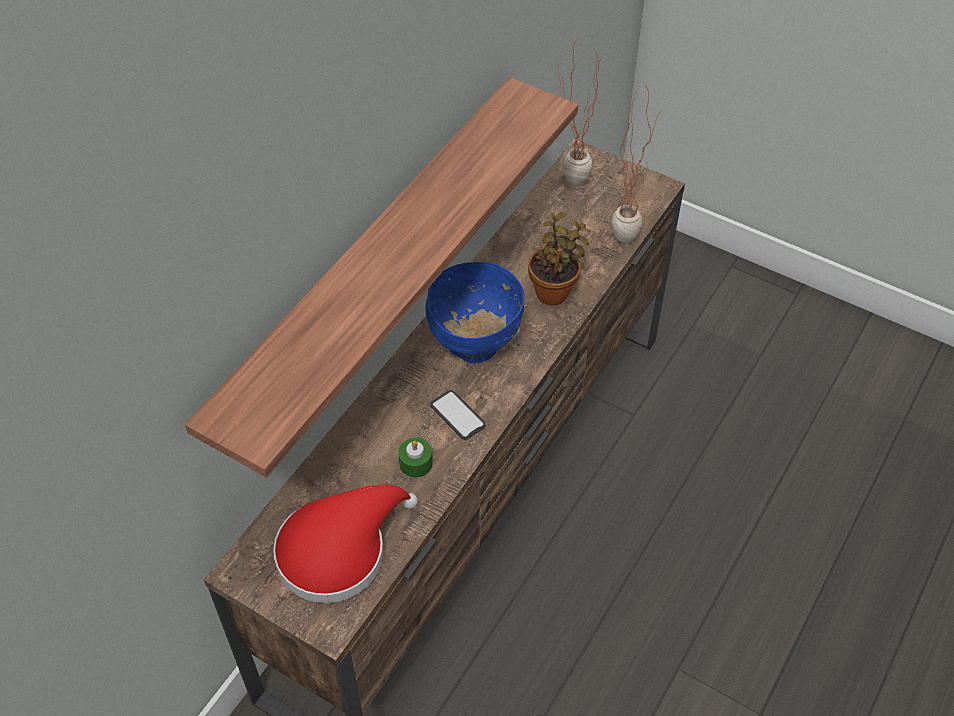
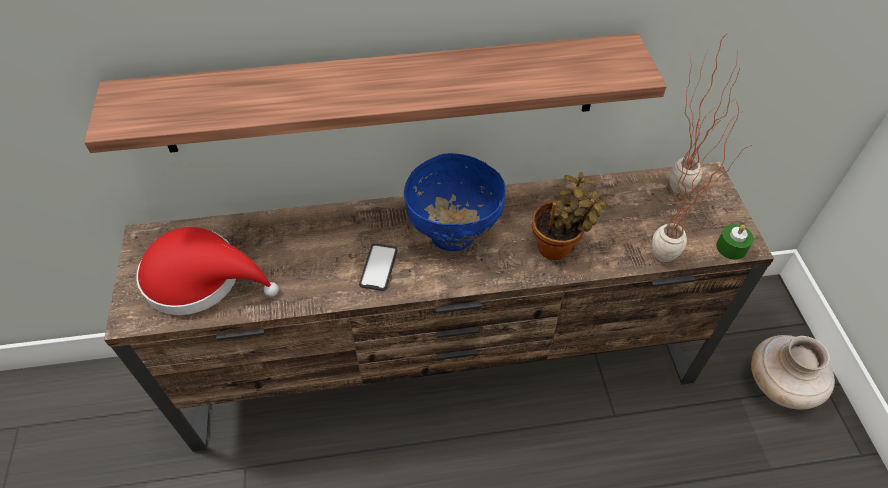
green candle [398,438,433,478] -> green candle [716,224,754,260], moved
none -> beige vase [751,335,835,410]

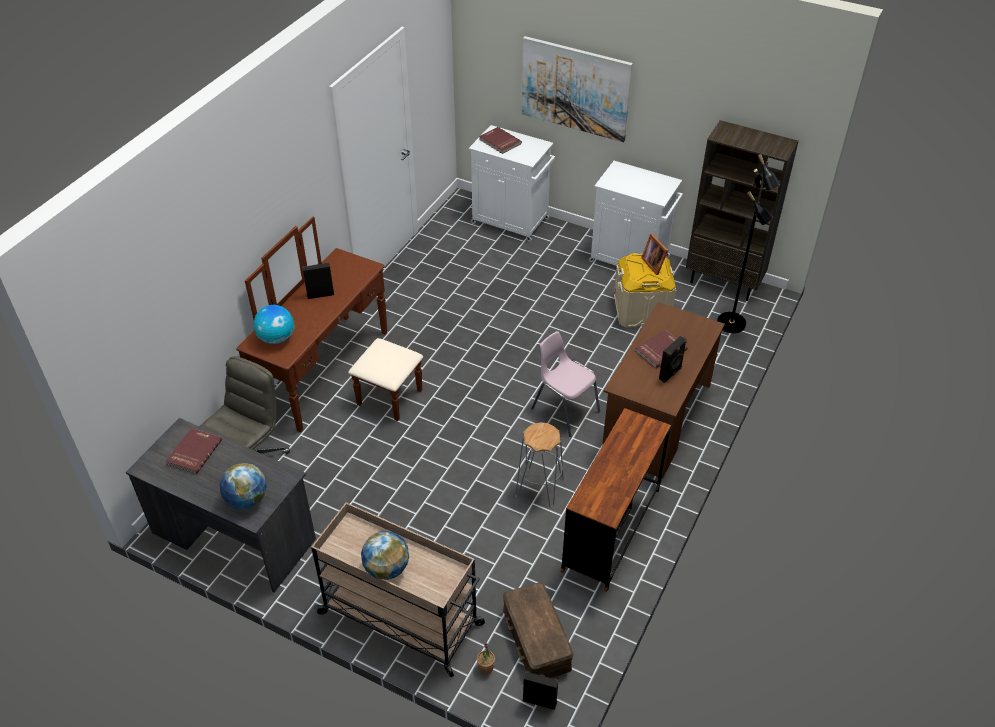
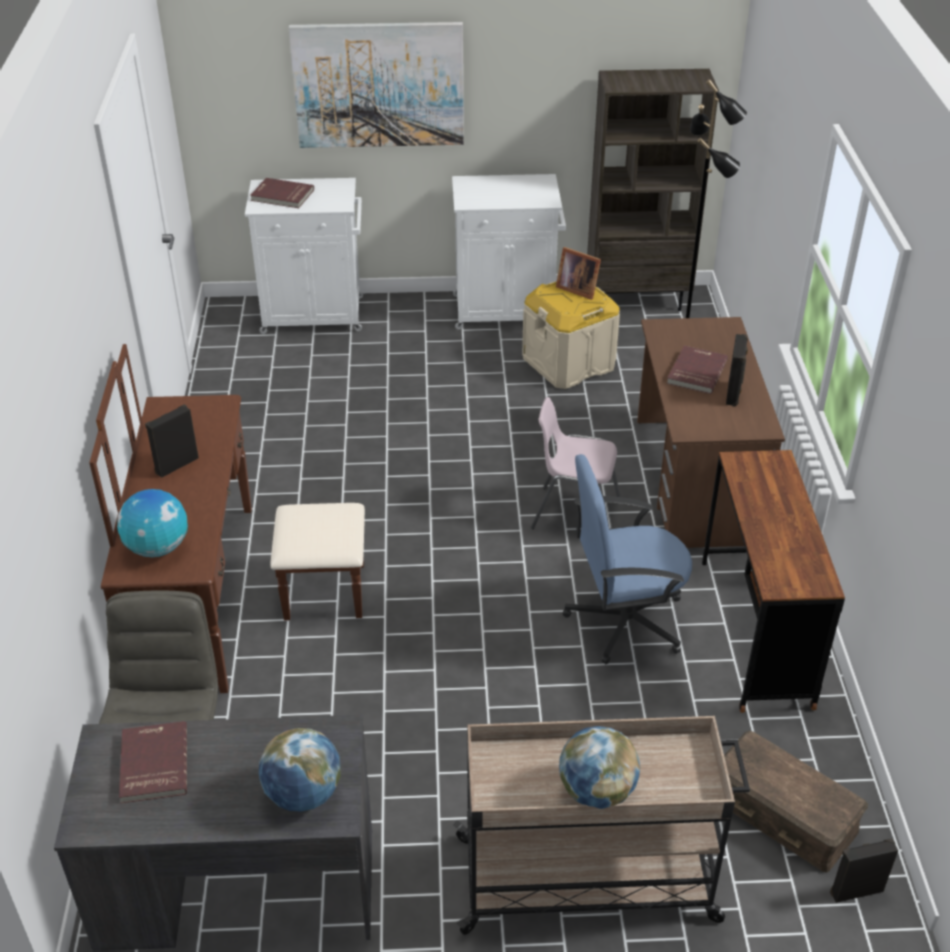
grey stool [515,422,564,507] -> blue office chair [562,454,692,664]
potted plant [477,643,495,674] -> none

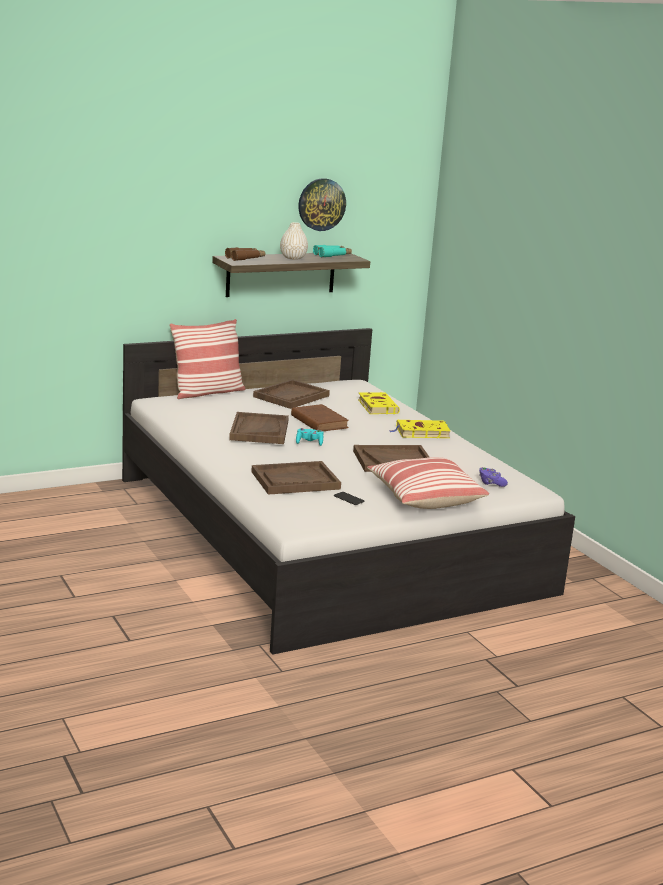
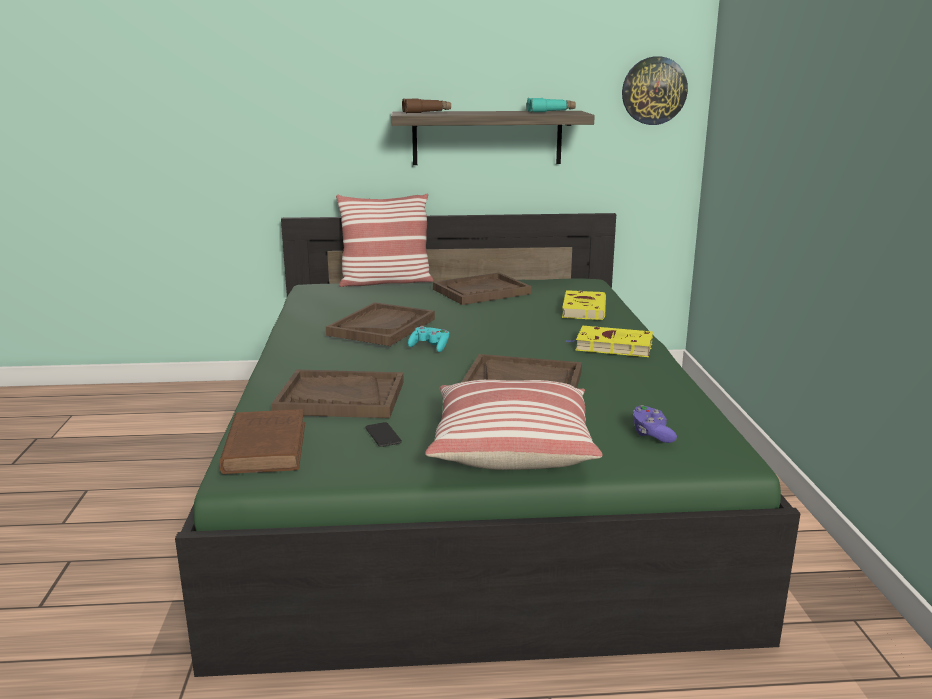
wall clock [298,178,346,231] -> wall clock [622,57,688,125], moved
white vase [280,222,308,260] -> none
white bed [122,328,575,655] -> green bed [175,213,801,677]
brown book [291,404,349,431] -> brown book [219,409,305,474], moved

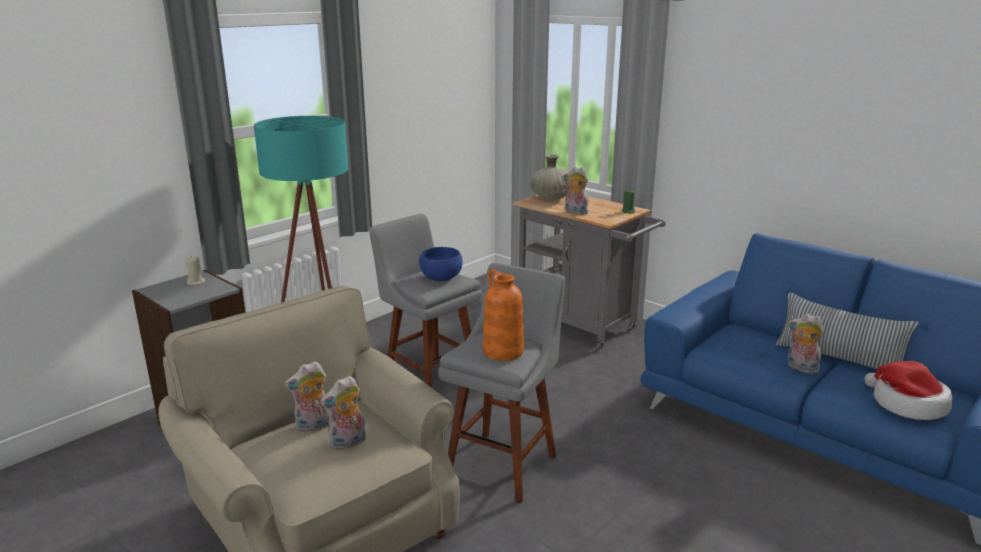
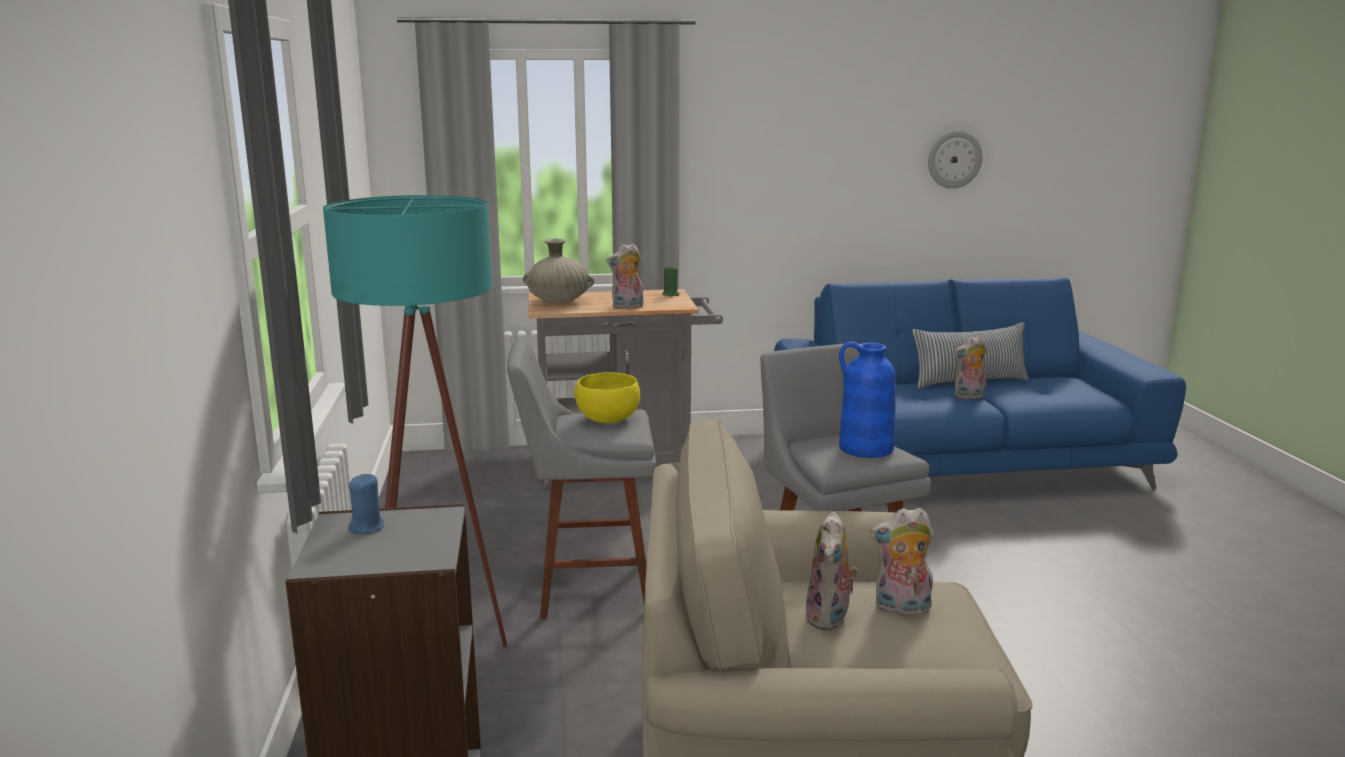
blue bowl [419,247,463,281] -> yellow bowl [575,372,640,423]
beige candle [185,256,205,285] -> blue candle [348,474,384,535]
orange vase [483,269,524,361] -> blue vase [839,342,896,458]
hat [865,361,952,420] -> none
plush toy [320,376,366,450] -> plush toy [870,508,934,616], 90 degrees clockwise
none -> wall clock [928,131,982,189]

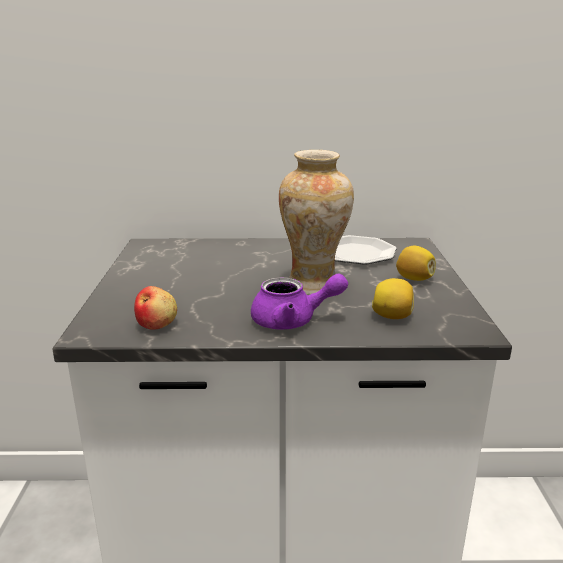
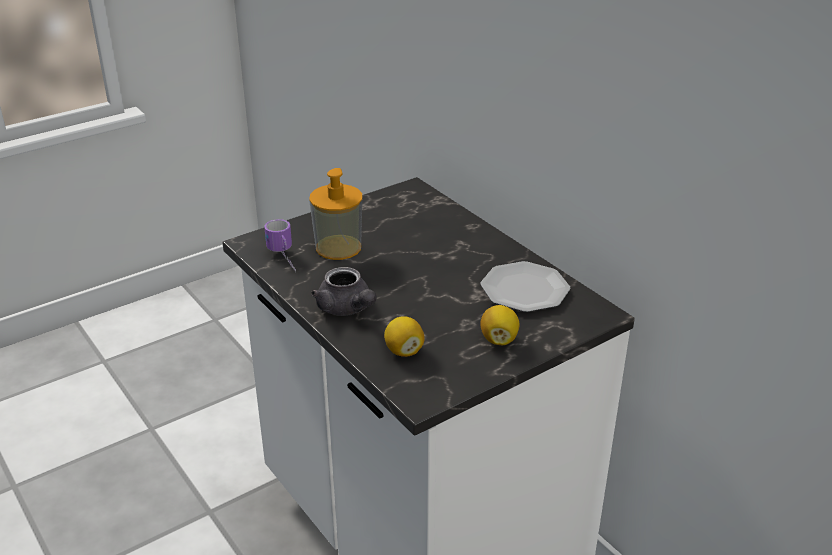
vase [279,150,354,295] -> none
purple teapot [251,274,348,330] -> grey teapot [311,267,376,316]
apple [134,286,177,330] -> mug [264,219,296,272]
none -> soap dispenser [309,168,362,260]

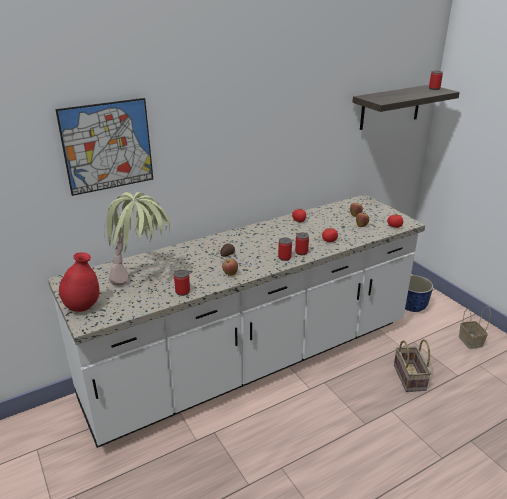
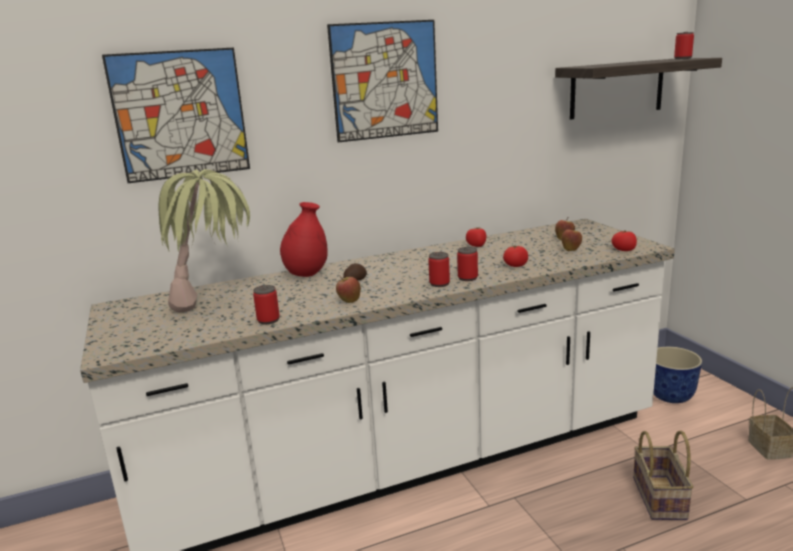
red vase [59,252,100,312] -> red vase [280,202,328,277], moved
none -> picture [327,20,438,142]

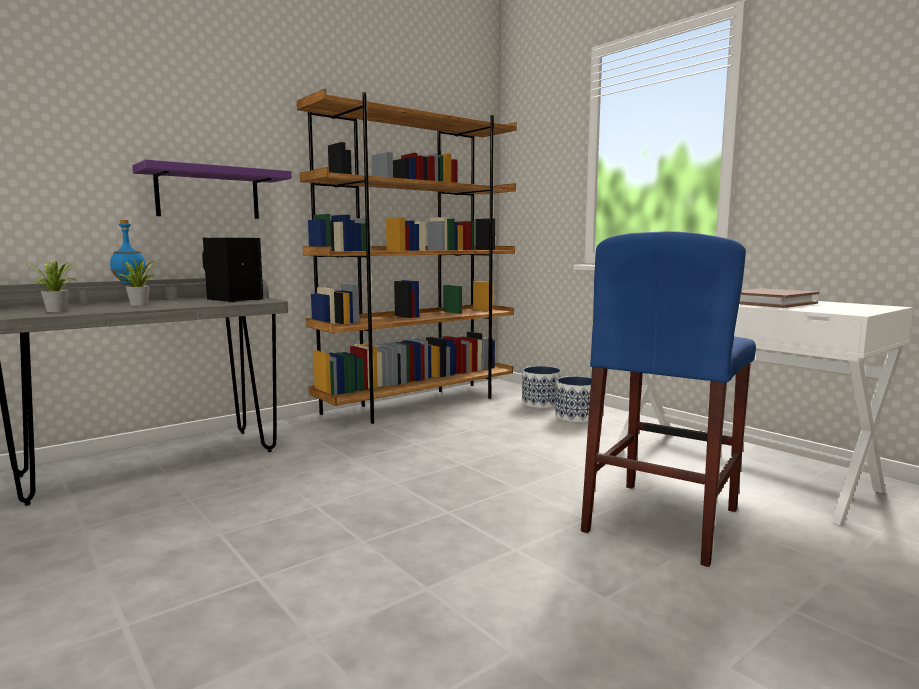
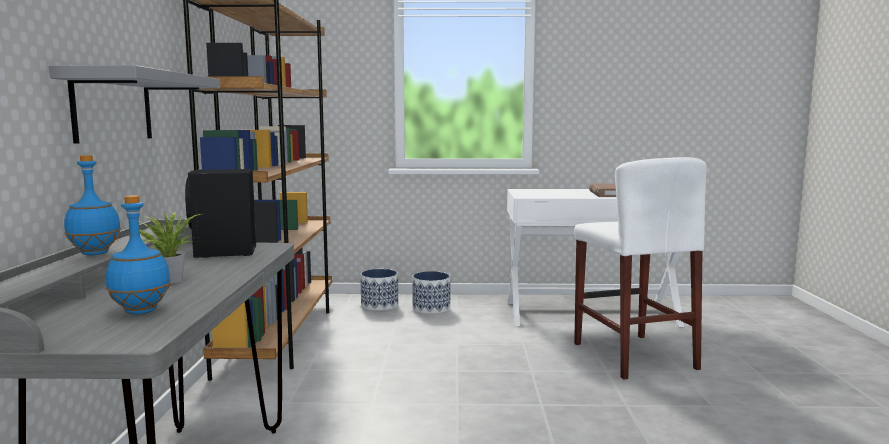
purple shelf [132,159,292,219] -> grey shelf [49,65,220,144]
blue stool [581,231,756,567] -> white stool [574,157,707,380]
potted plant [27,259,78,312] -> blue bottle [106,195,171,314]

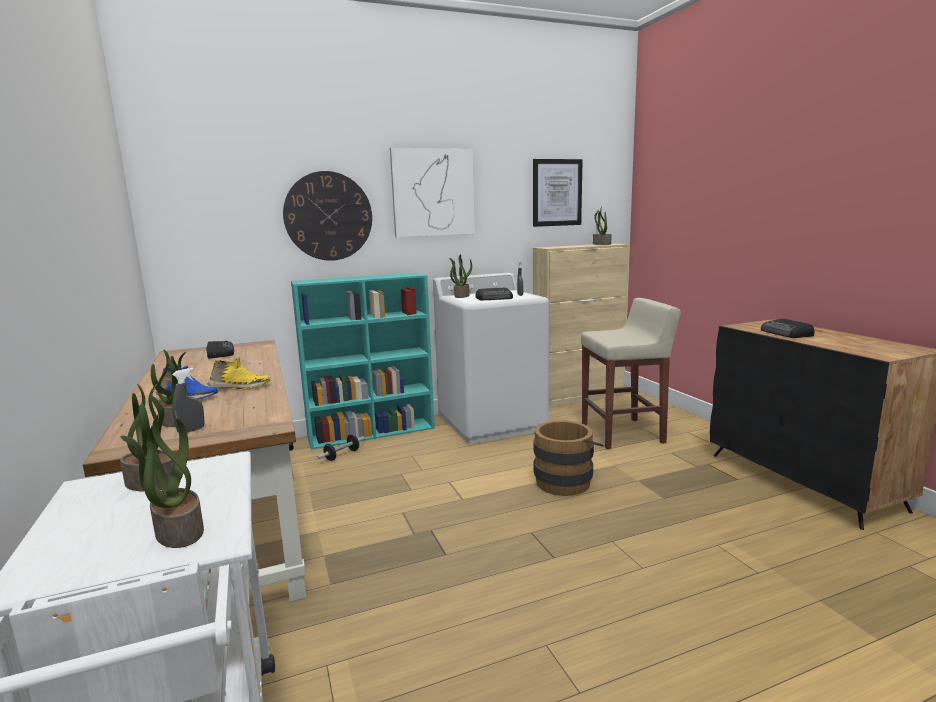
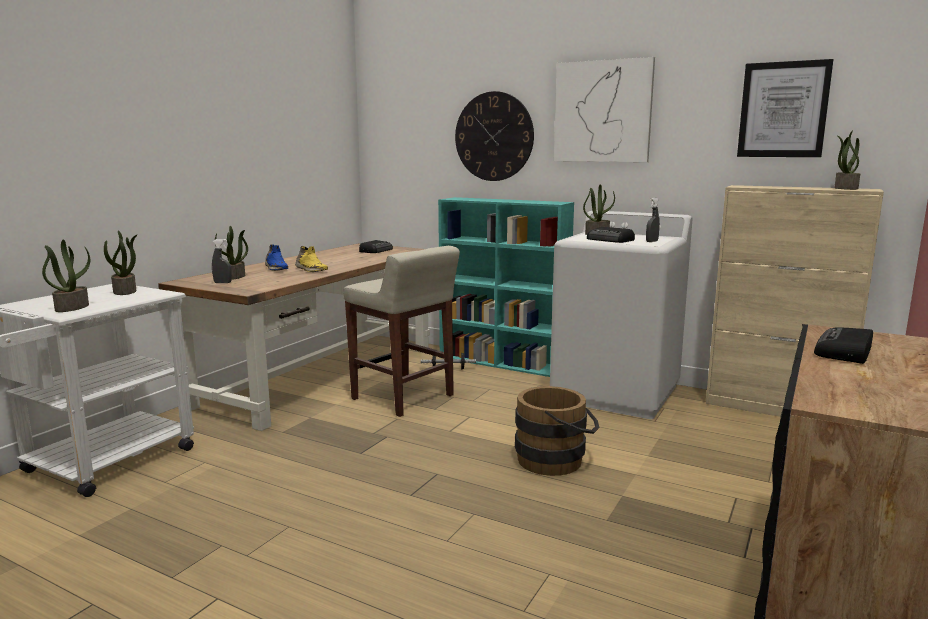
beige stool [581,298,681,449] -> beige stool [343,246,460,417], moved

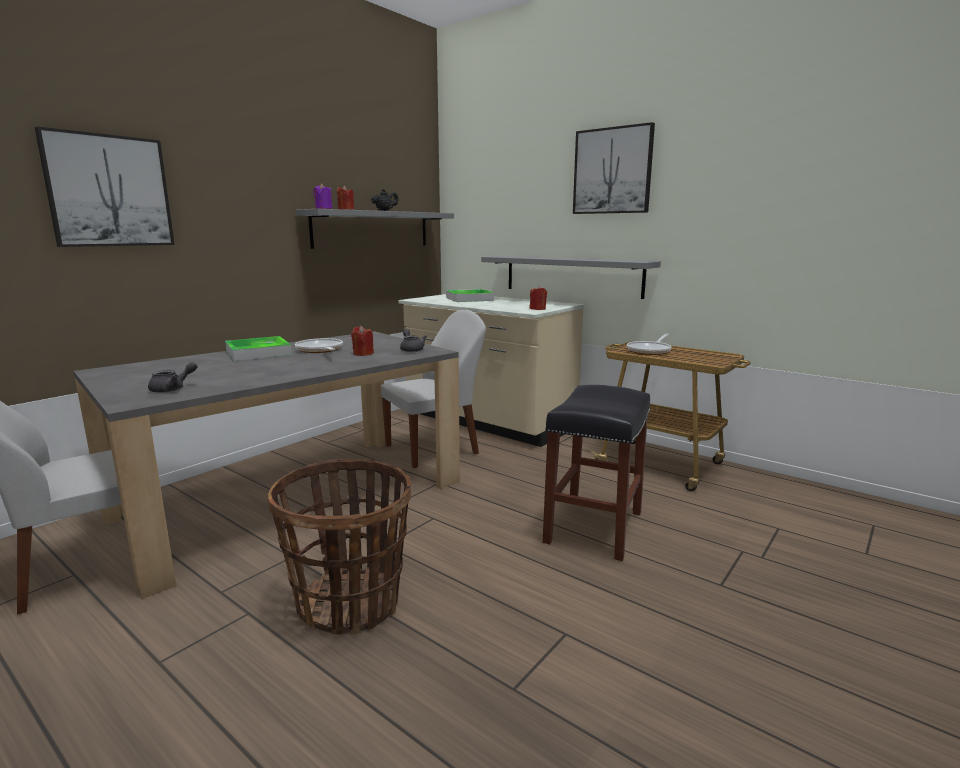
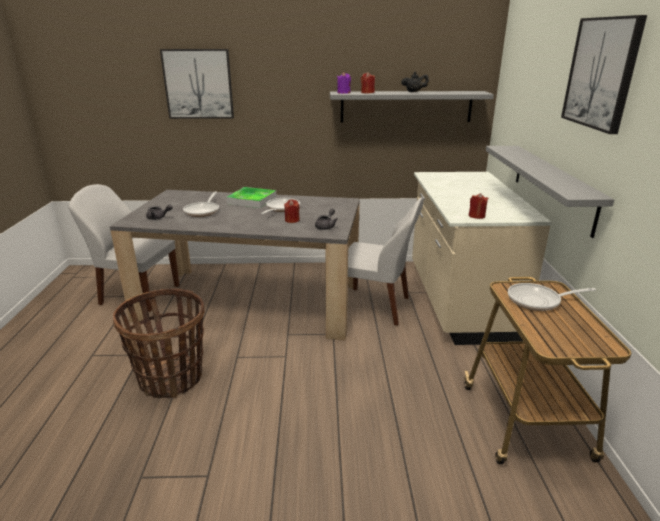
tray [446,289,494,302] -> none
black stool [543,385,650,561] -> none
none -> frying pan [183,191,219,217]

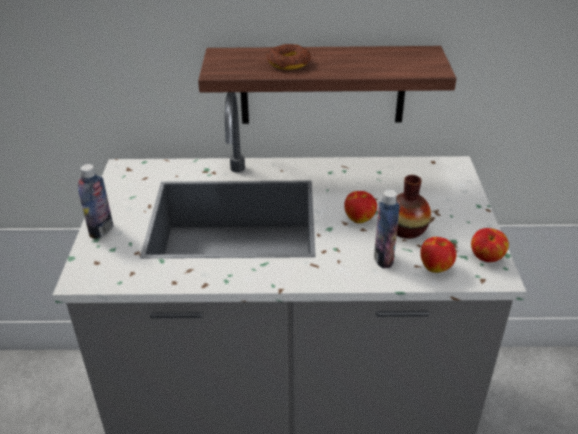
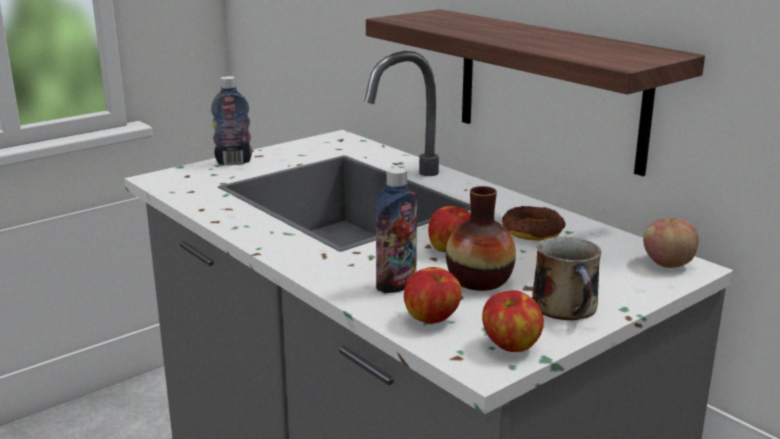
donut [267,44,311,70] -> donut [502,206,566,241], moved
none -> apple [643,218,698,268]
none -> mug [532,236,601,320]

